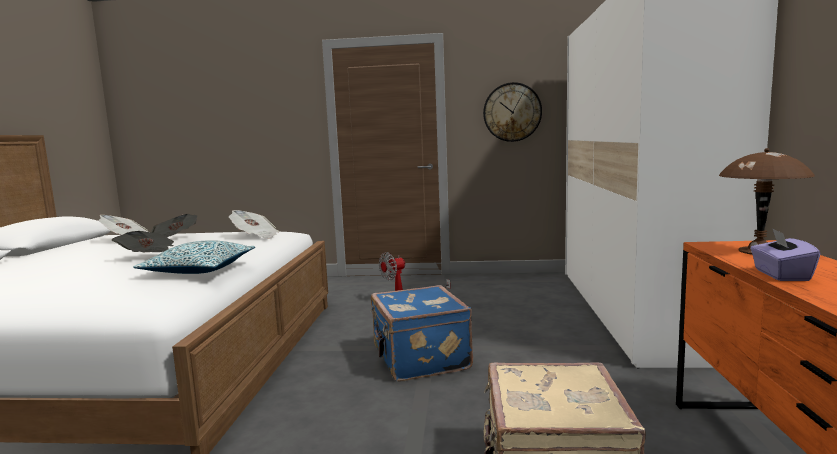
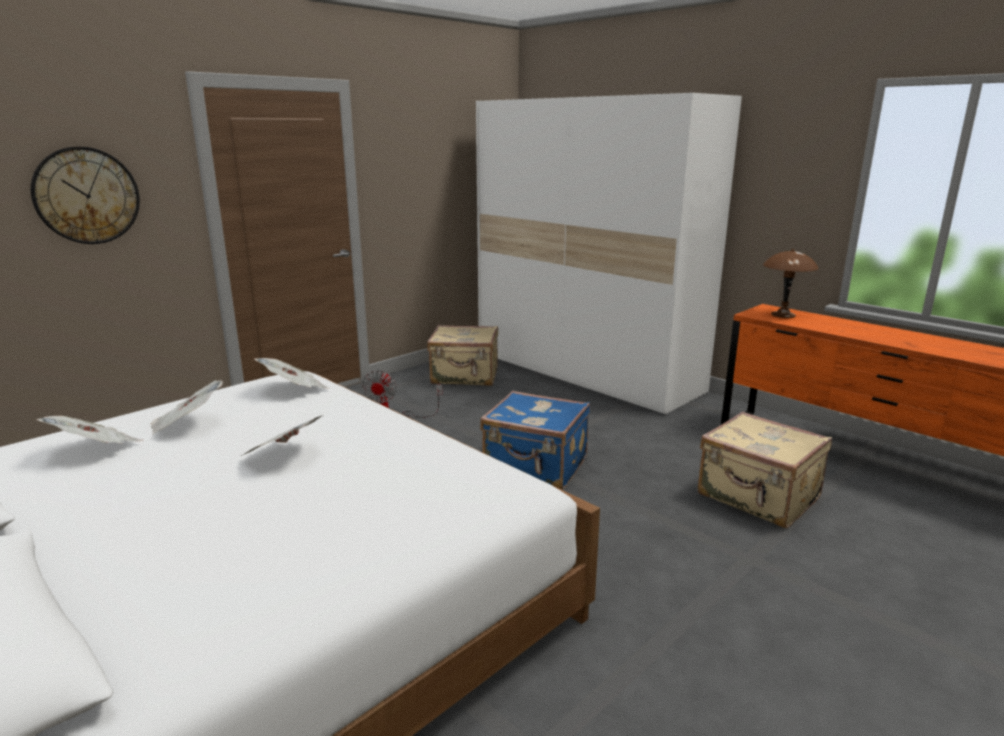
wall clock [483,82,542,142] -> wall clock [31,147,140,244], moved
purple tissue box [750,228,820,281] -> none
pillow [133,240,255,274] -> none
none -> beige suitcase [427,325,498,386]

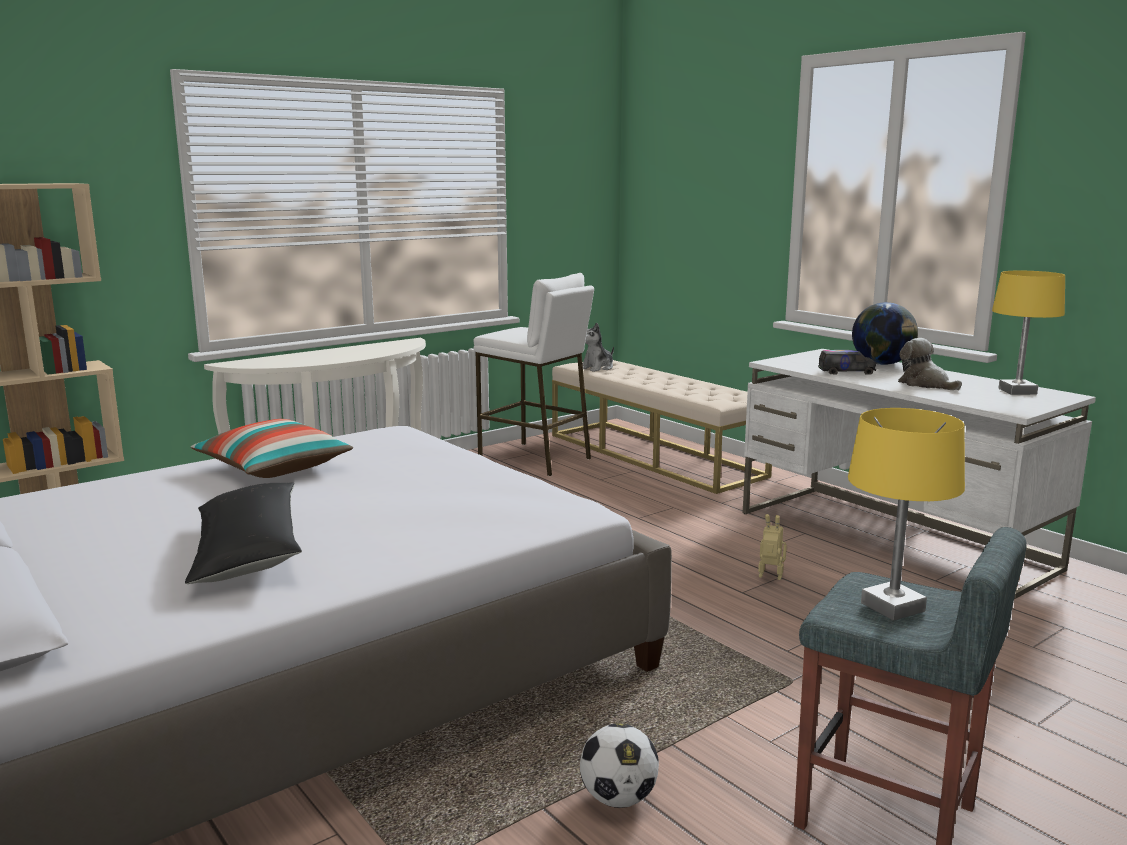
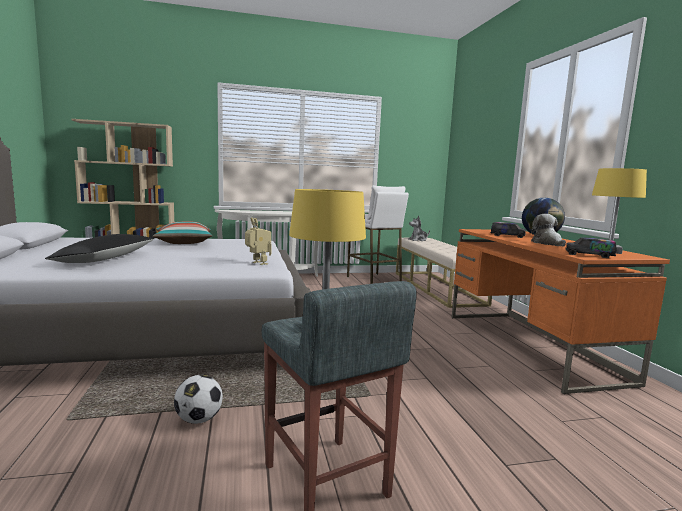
white desk [743,349,1096,599] -> orange desk [452,229,670,394]
toy robot [758,514,787,580] -> toy robot [245,217,272,265], moved
none -> toy truck [566,237,617,258]

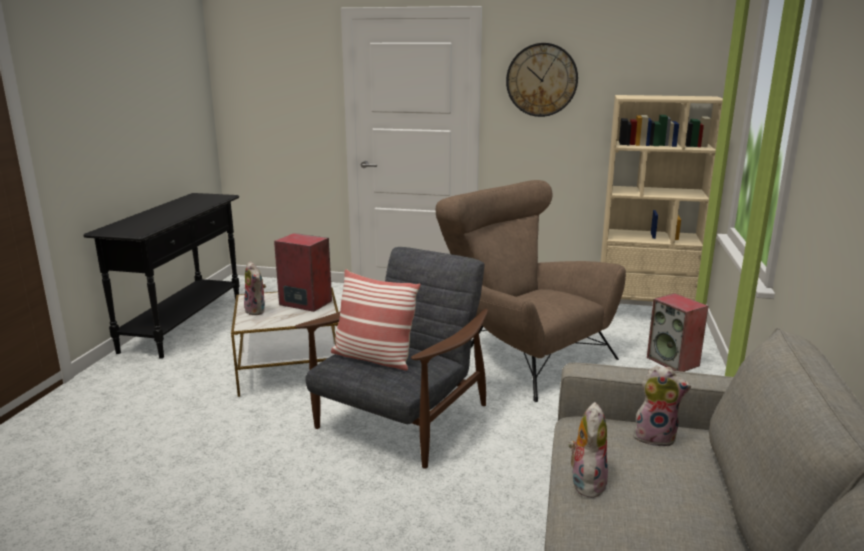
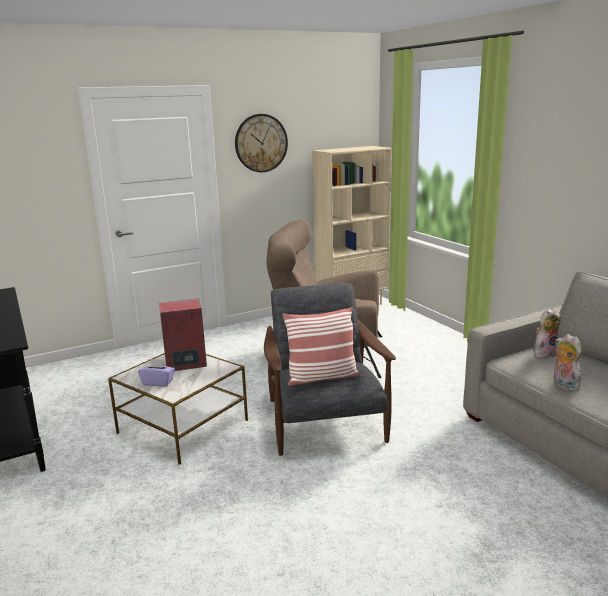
plush toy [244,261,266,315] -> purple tissue box [138,359,175,386]
speaker [647,293,708,372] -> none

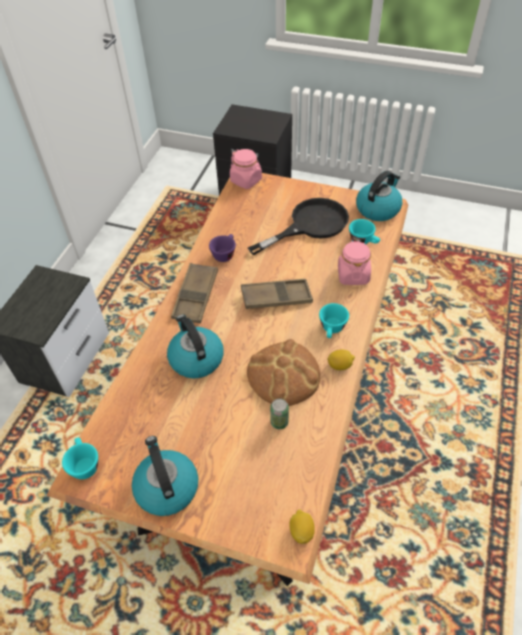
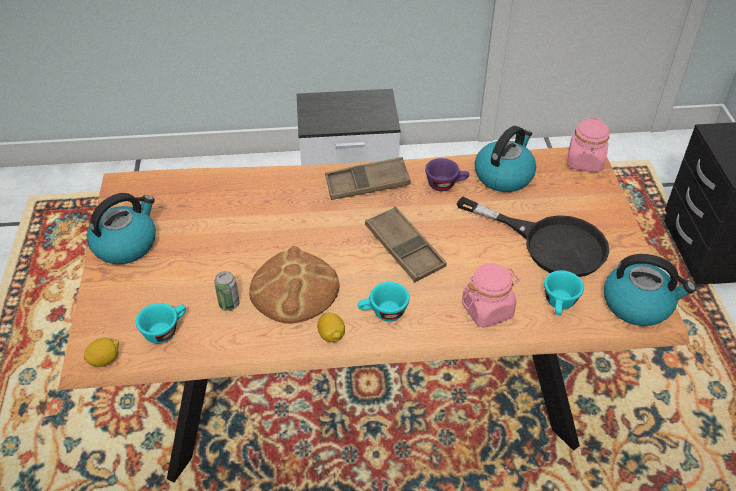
kettle [167,314,224,378] -> kettle [475,126,536,192], moved
turquoise cup [62,438,98,479] -> turquoise cup [136,303,186,344], moved

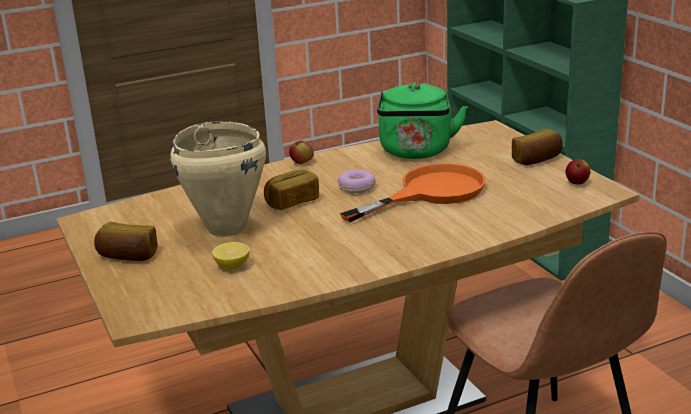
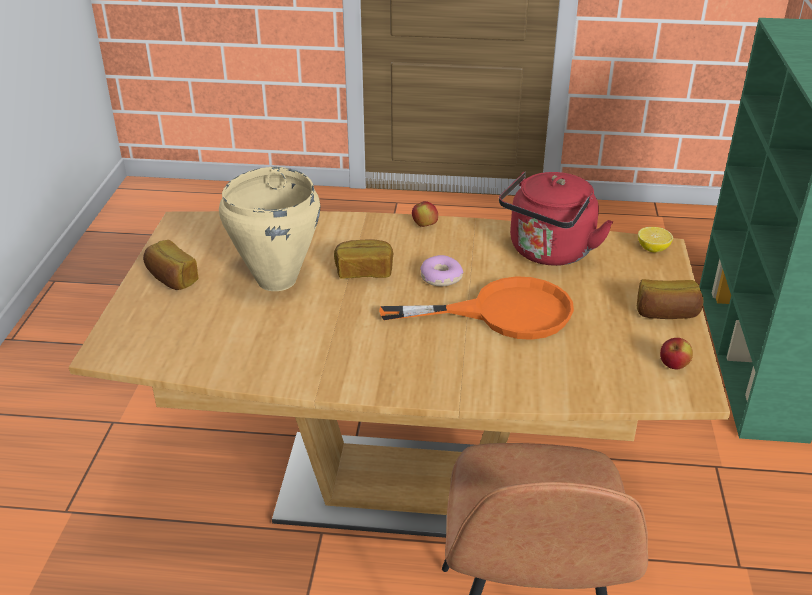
green kettle [377,83,468,159] -> red kettle [499,171,613,266]
lemon [212,242,250,269] -> lemon [638,227,673,252], moved

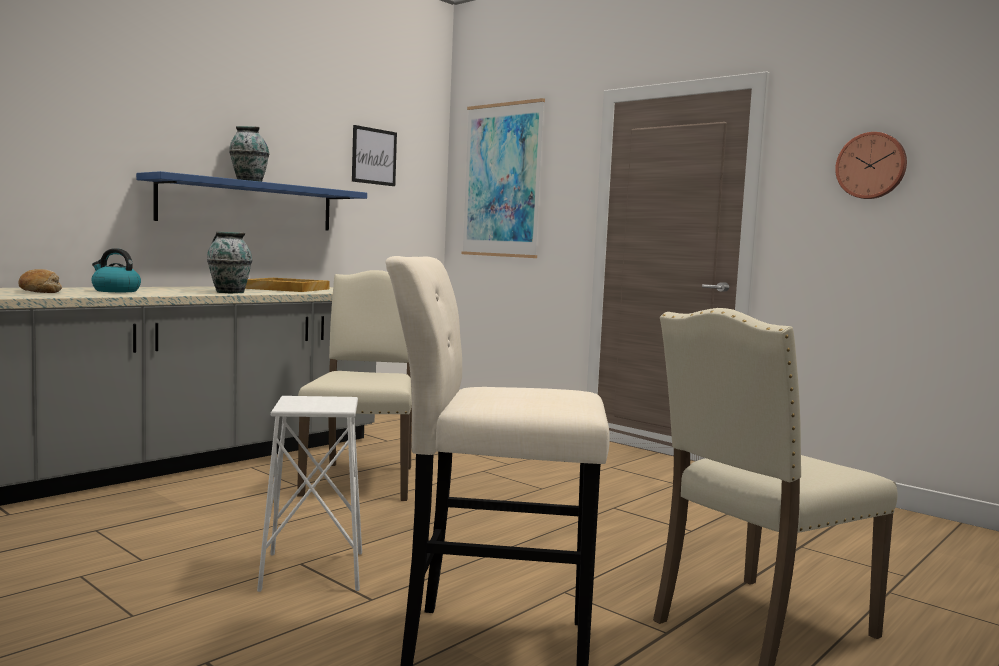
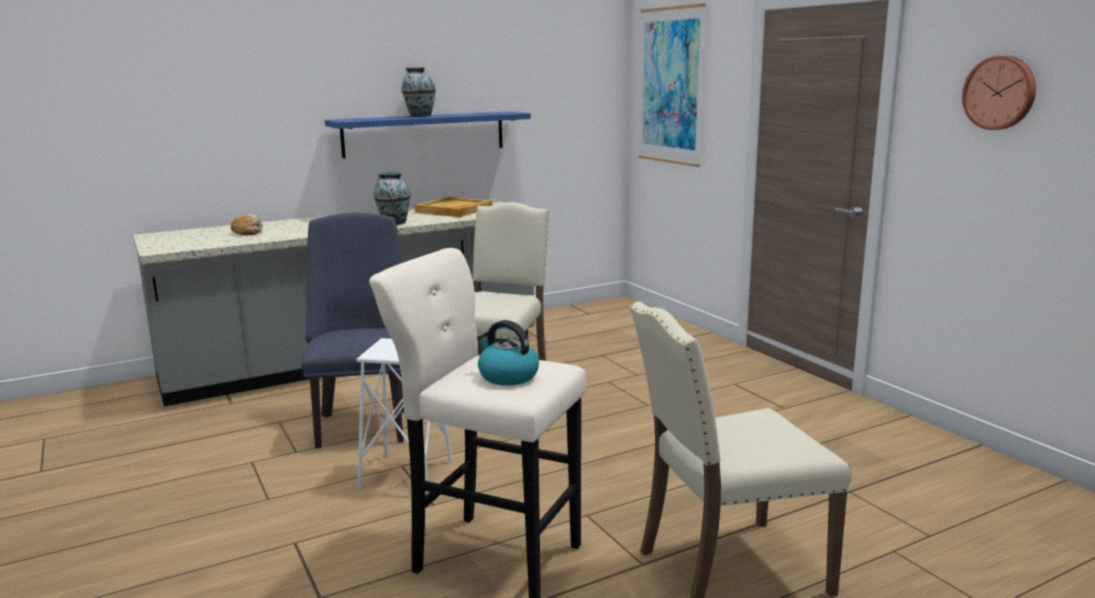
picture [352,125,397,186] -> none
kettle [91,248,141,292] -> kettle [477,320,539,385], moved
none -> blue chair [301,213,404,448]

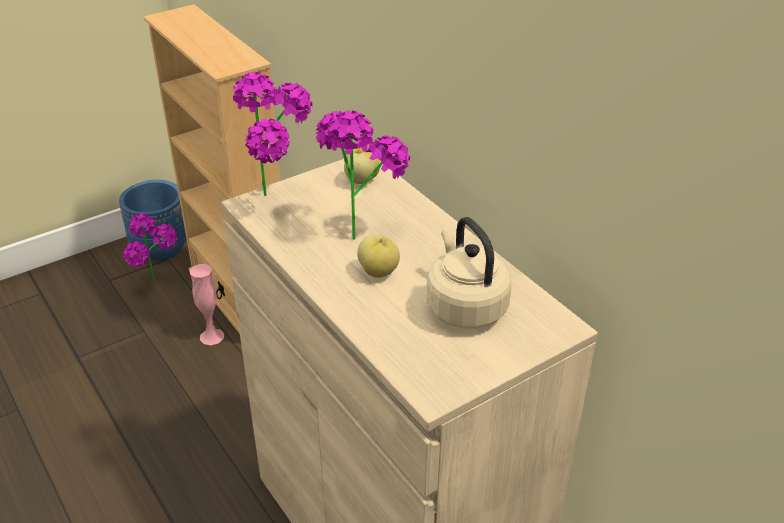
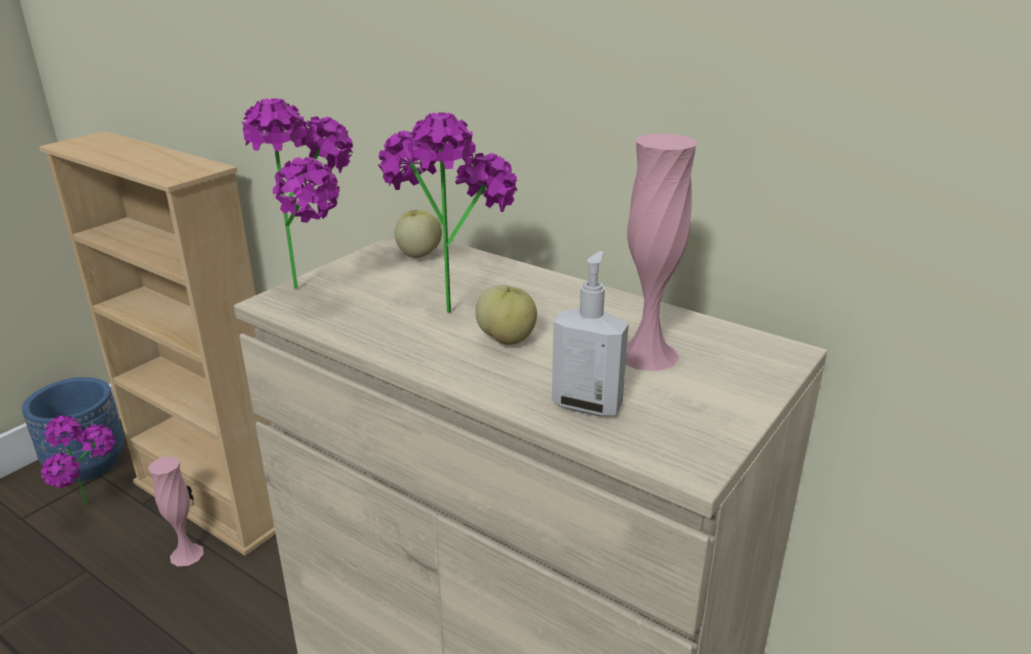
beige kettle [426,217,512,329] -> pink vase [626,134,697,371]
none -> soap dispenser [552,251,629,416]

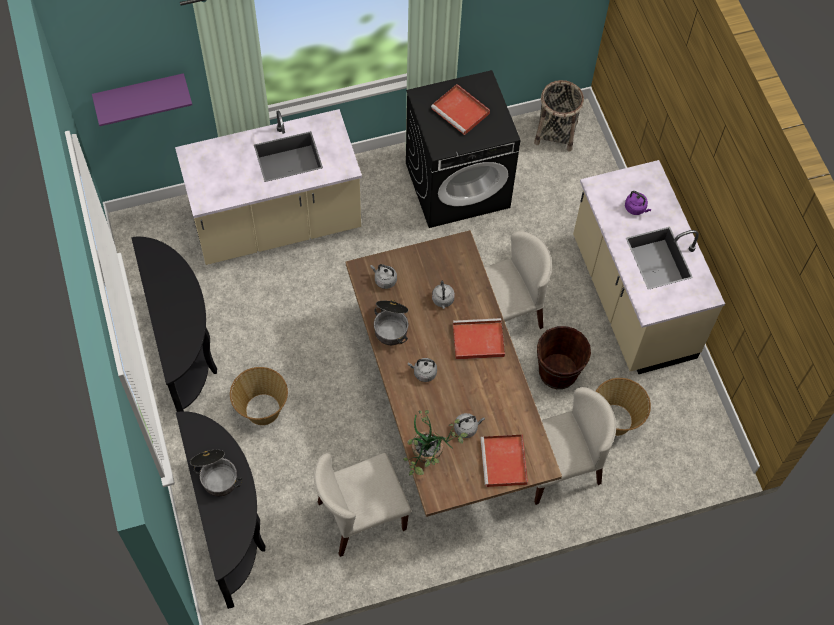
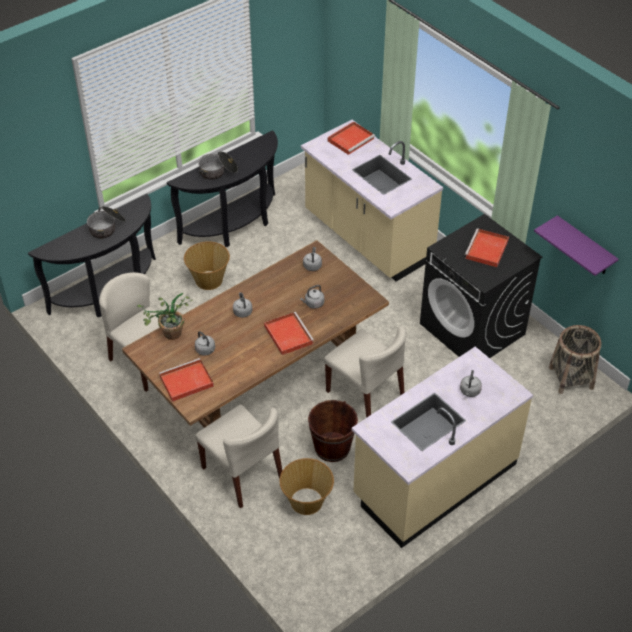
purple shelf [92,73,192,126] -> purple shelf [534,215,619,276], moved
purple kettle [625,191,652,215] -> grey kettle [460,370,482,397]
cooking pot [374,300,409,345] -> cooking pot [198,152,238,180], moved
none -> red tray [328,121,375,155]

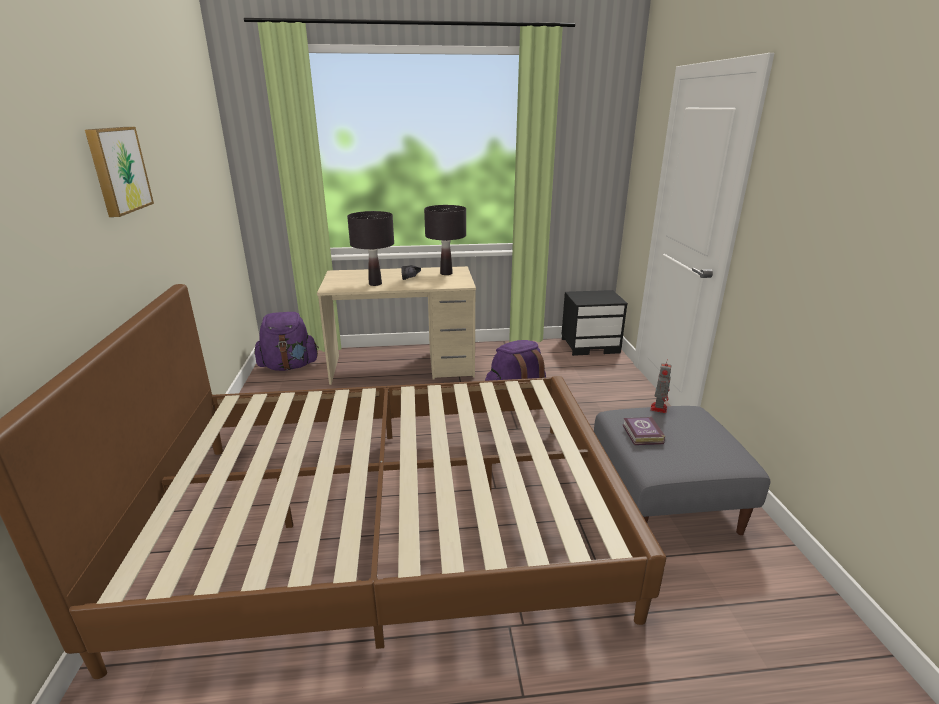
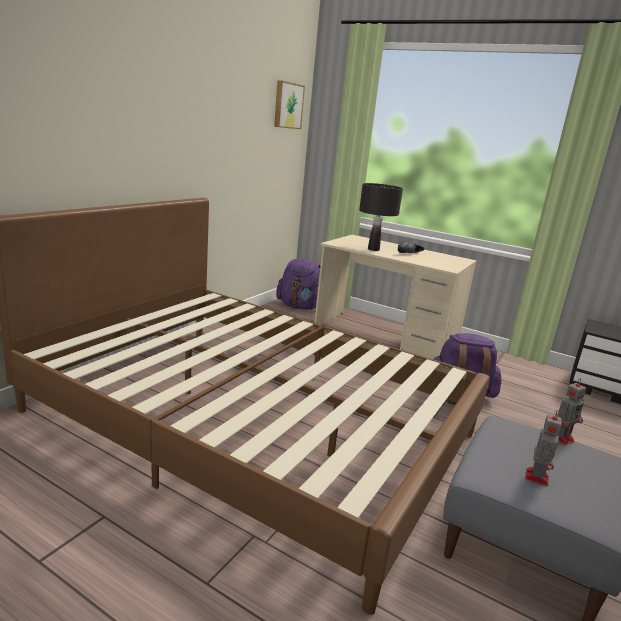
picture [85,127,154,217] -> picture [274,80,305,129], moved
black table lamp [424,205,466,275] -> none
book [623,416,665,445] -> none
none -> toy robot [525,410,562,486]

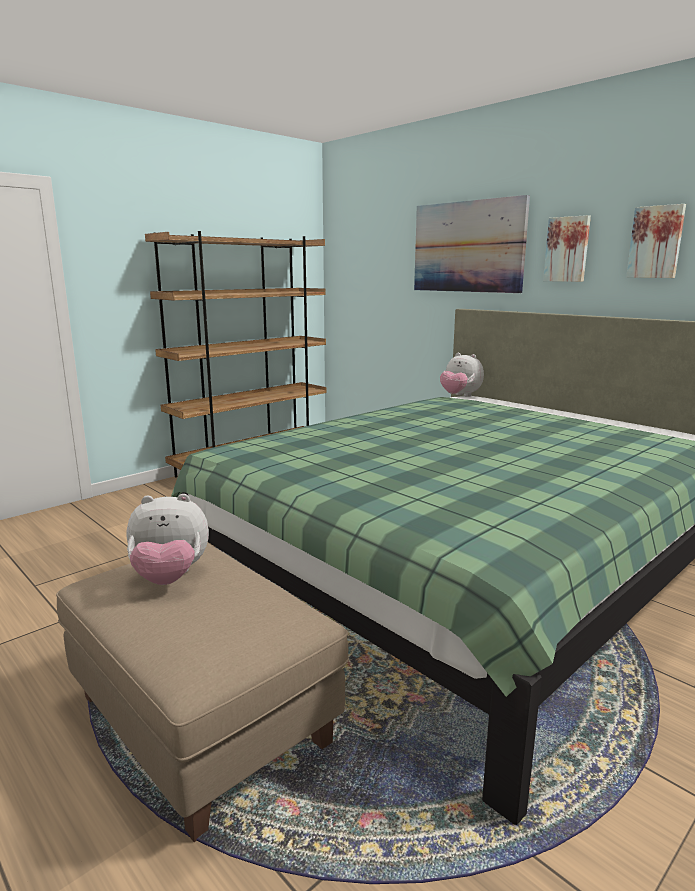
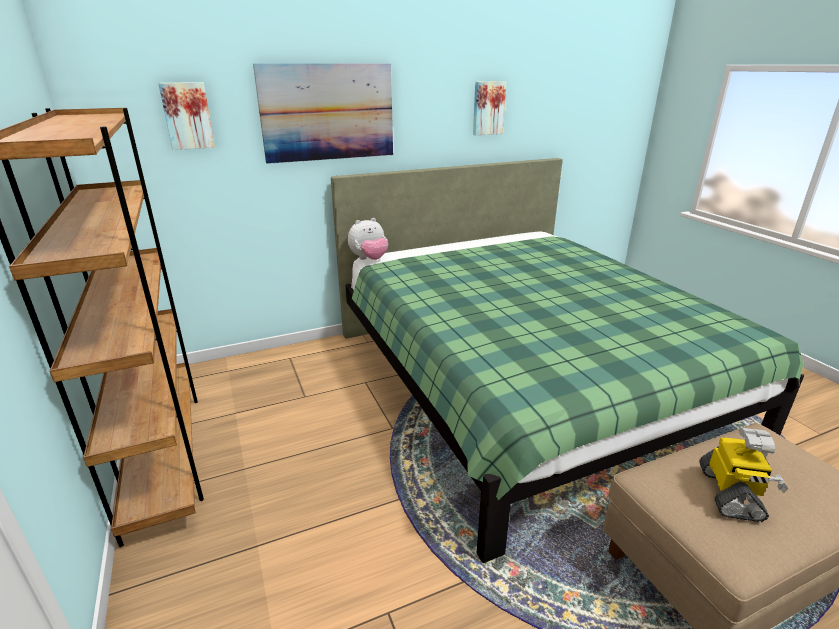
picture [543,215,591,282] -> picture [158,82,215,150], moved
plush toy [127,494,209,585] -> toy robot [699,428,788,522]

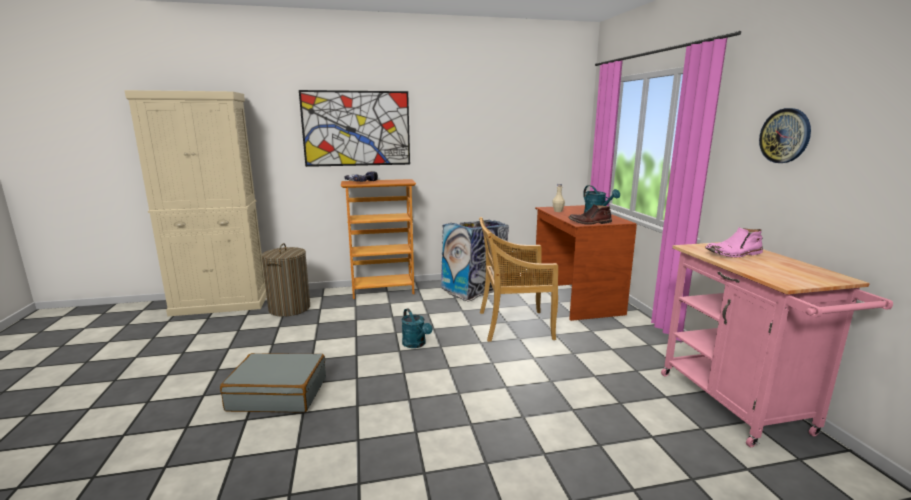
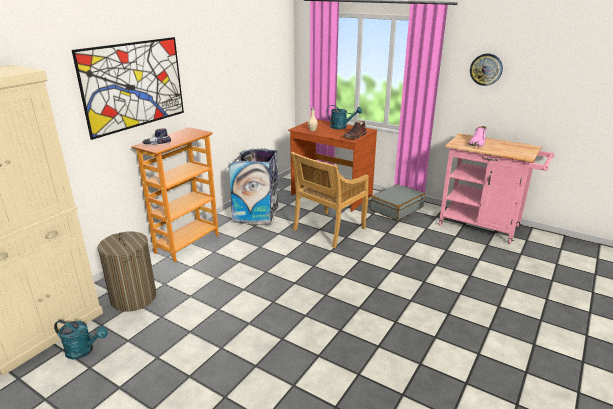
turquoise watering can [402,308,432,348] -> turquoise watering can [54,320,108,360], moved
grey suitcase [220,353,326,412] -> grey suitcase [371,184,425,221], moved

